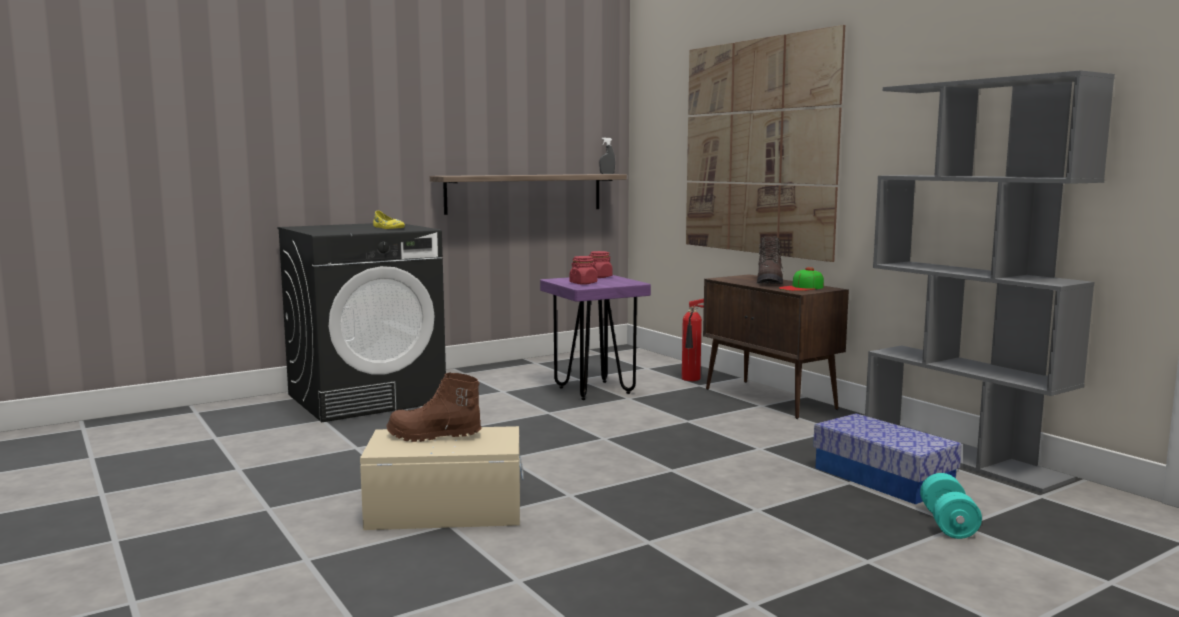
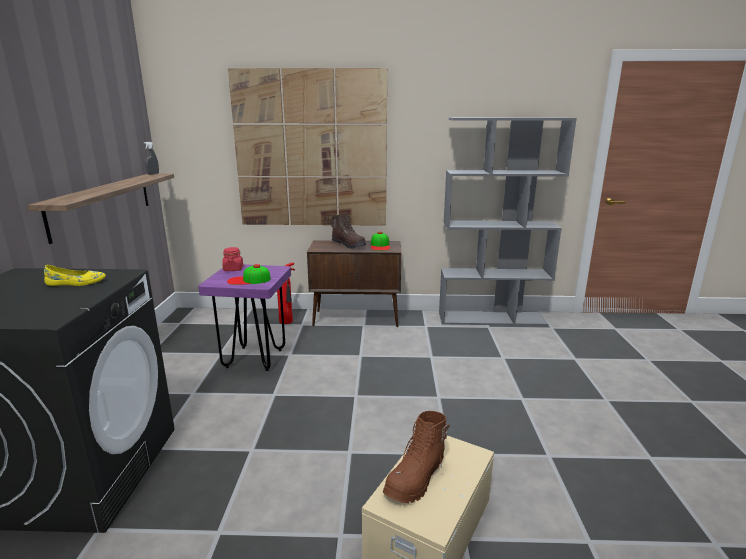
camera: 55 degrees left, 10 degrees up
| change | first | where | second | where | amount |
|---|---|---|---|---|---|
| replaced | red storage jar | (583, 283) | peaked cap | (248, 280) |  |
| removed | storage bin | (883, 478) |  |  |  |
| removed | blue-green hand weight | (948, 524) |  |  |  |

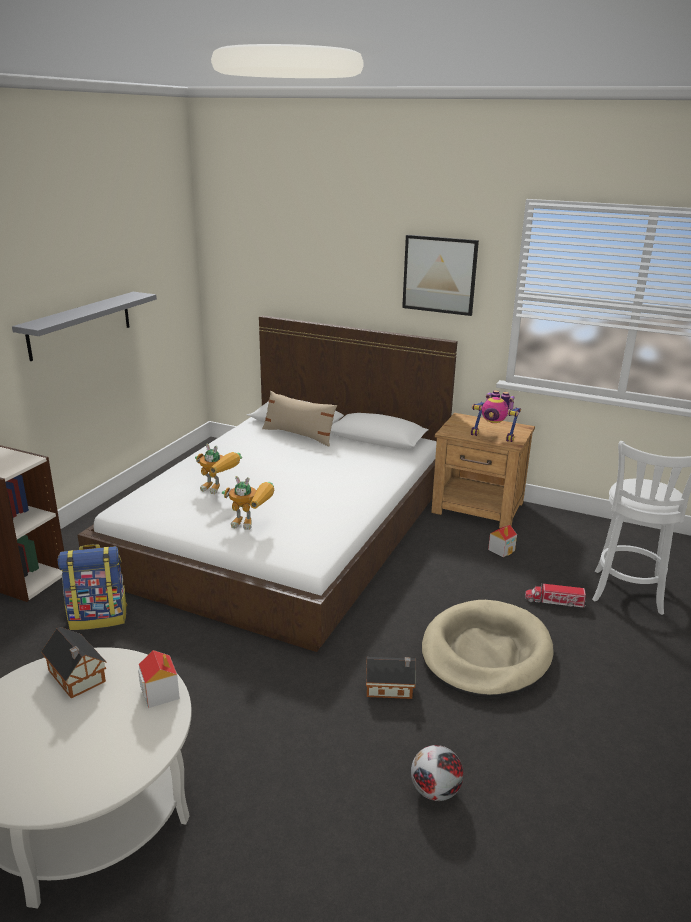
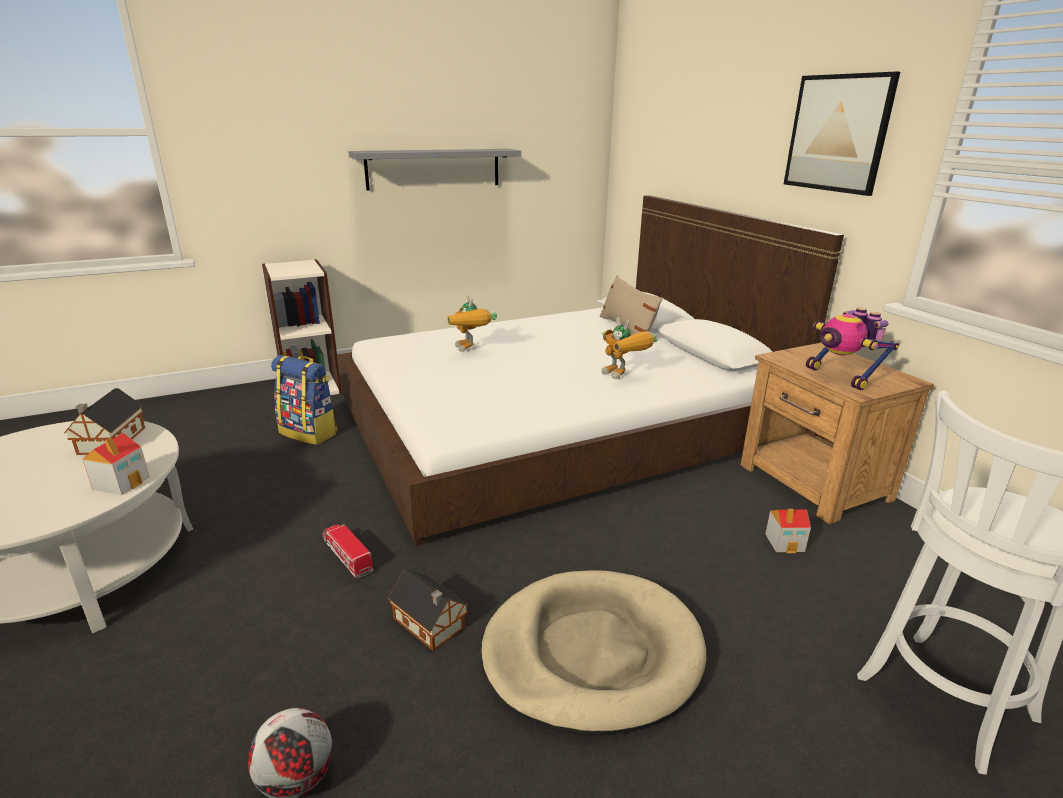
camera: 40 degrees right, 0 degrees up
| change | first | where | second | where | amount |
|---|---|---|---|---|---|
| moved | toy lorry | (554, 601) |  | (347, 555) |  |
| moved | toy robot | (252, 524) |  | (624, 376) |  |

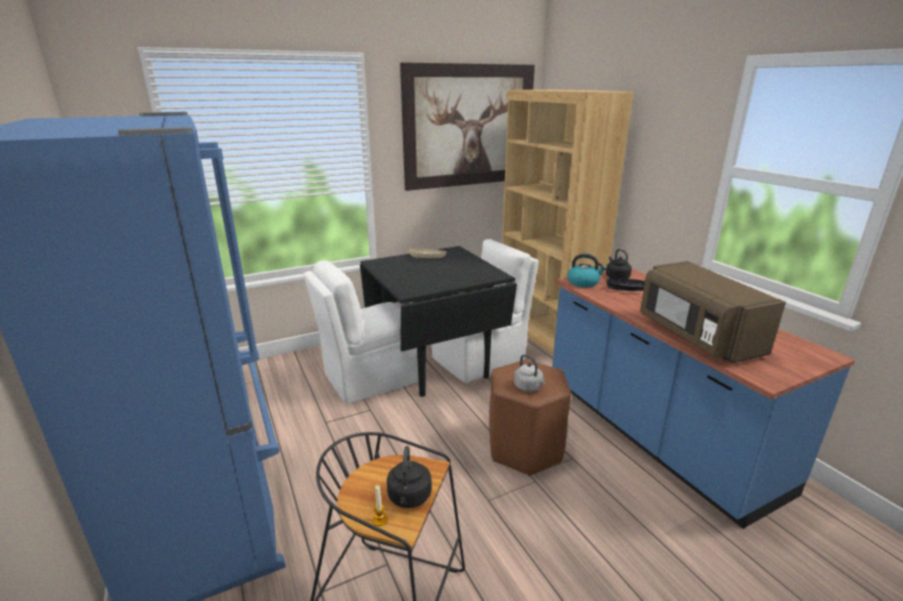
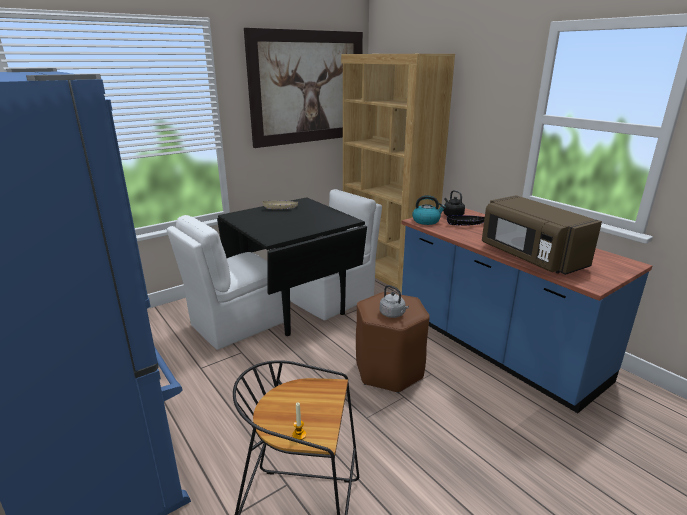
camera: 10 degrees left, 0 degrees up
| change | first | where | second | where | amount |
|---|---|---|---|---|---|
| removed | blackish kettle | (409, 498) |  |  |  |

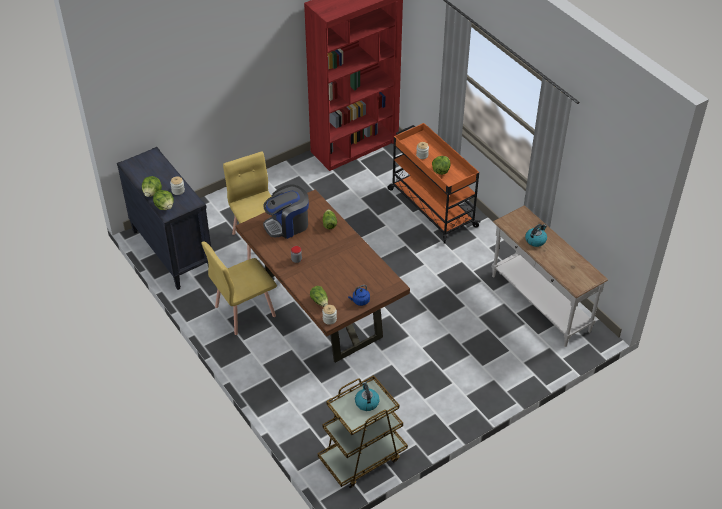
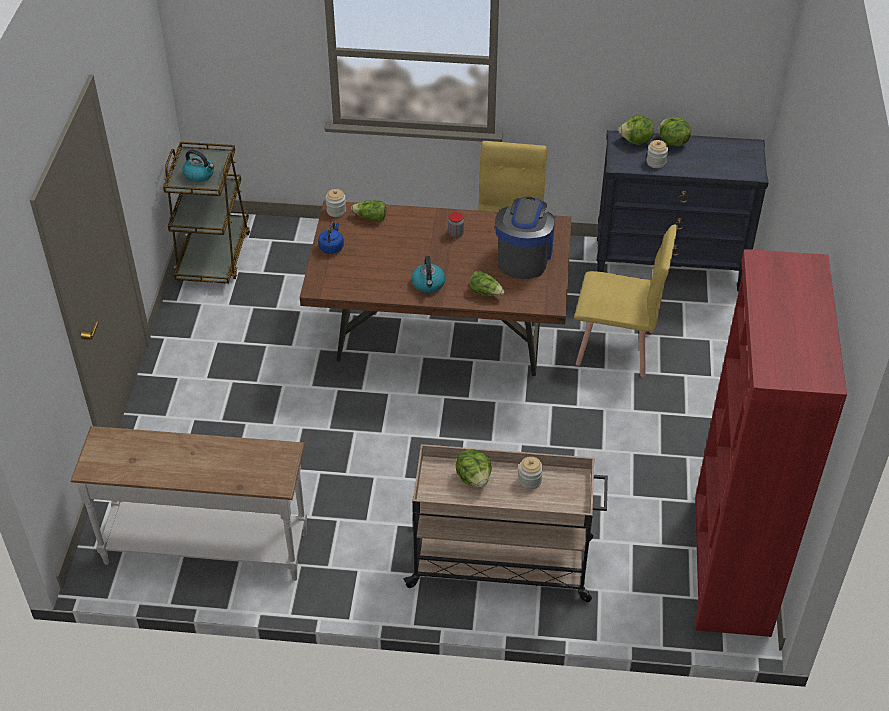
camera: 130 degrees right, 0 degrees up
| change | first | where | second | where | amount |
|---|---|---|---|---|---|
| recoloured | orange-coloured cart | (431, 207) | sand-coloured cart | (503, 563) |  |
| moved | kettle | (535, 240) |  | (428, 284) |  |

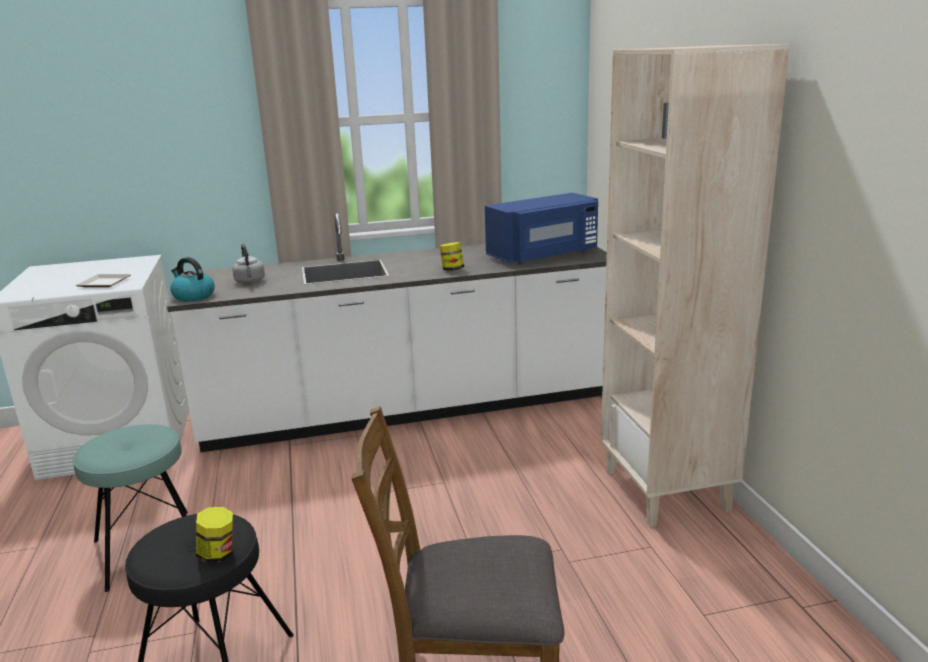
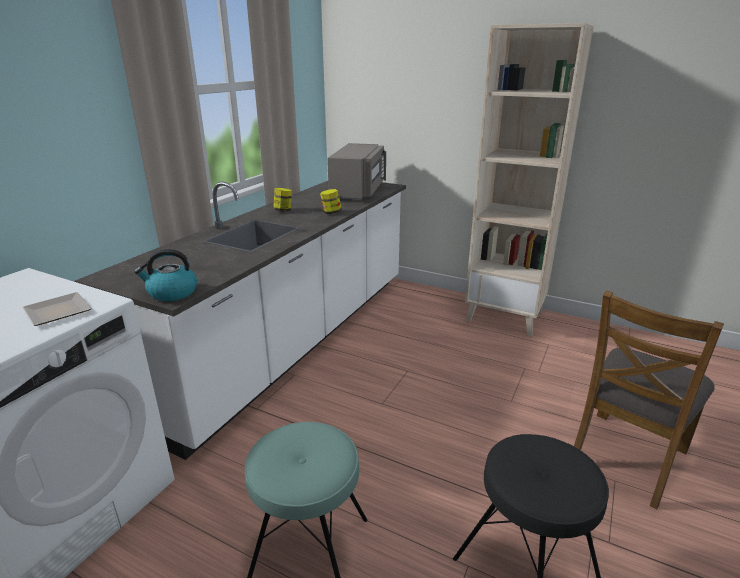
camera: 50 degrees left, 5 degrees up
| change | first | where | second | where | amount |
|---|---|---|---|---|---|
| moved | storage jar | (218, 554) |  | (283, 210) |  |
| recoloured | blue microwave oven | (544, 255) | gray microwave oven | (358, 191) |  |
| removed | gray kettle | (250, 282) |  |  |  |

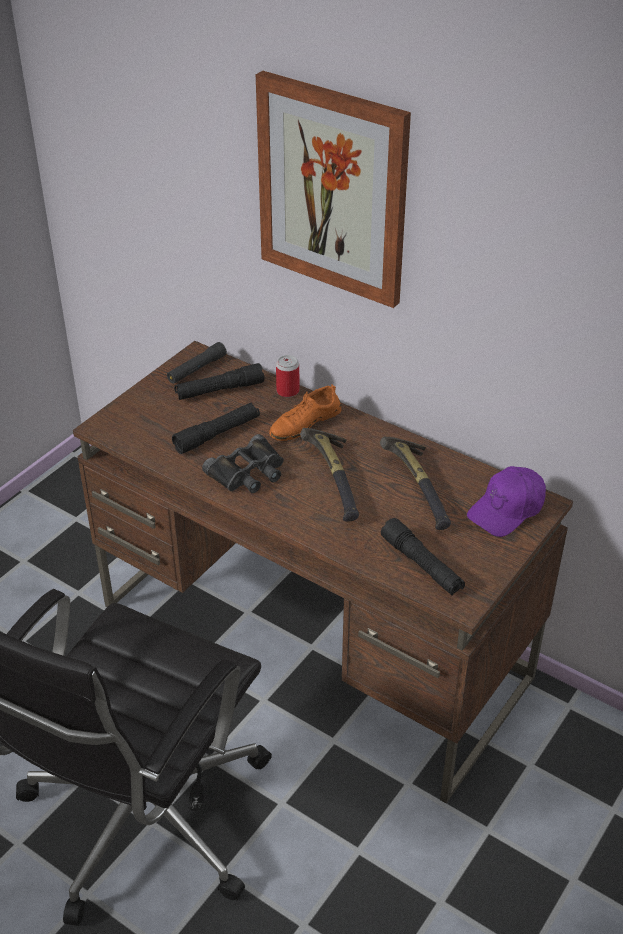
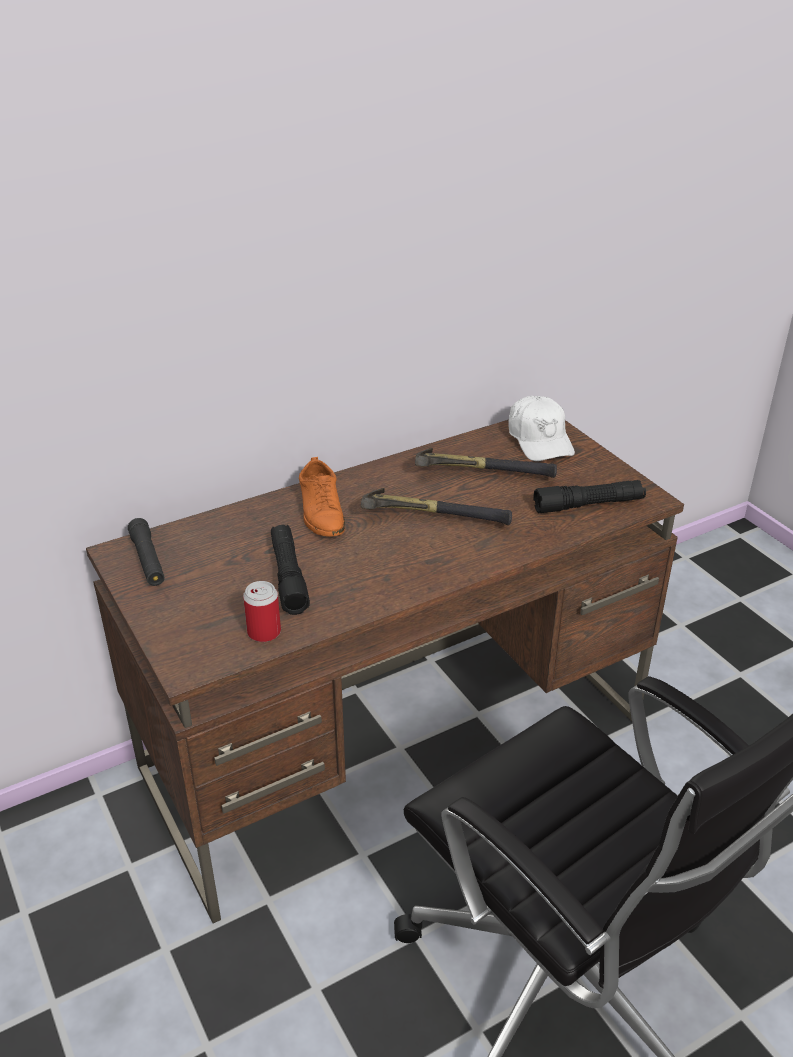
camera: 65 degrees left, 5 degrees down
| change | first | where | second | where | amount |
|---|---|---|---|---|---|
| moved | sealed can | (288, 391) |  | (264, 632) |  |
| recoloured | purple peaked cap | (507, 510) | white-coloured peaked cap | (540, 440) |  |
| removed | blackish torch | (219, 390) |  |  |  |
| removed | blackish field glasses | (248, 472) |  |  |  |
| removed | wall picture | (333, 189) |  |  |  |

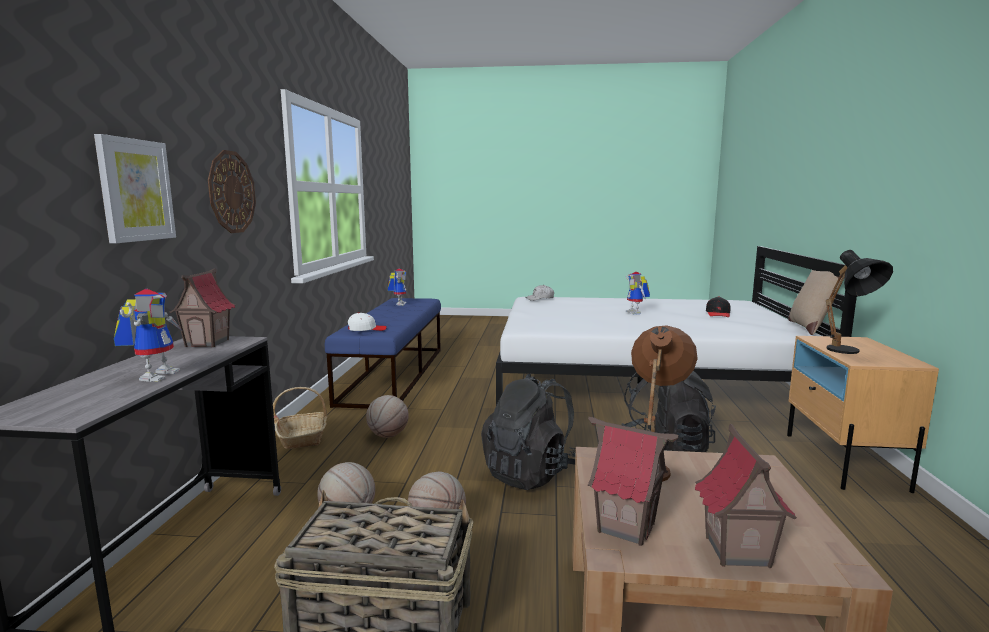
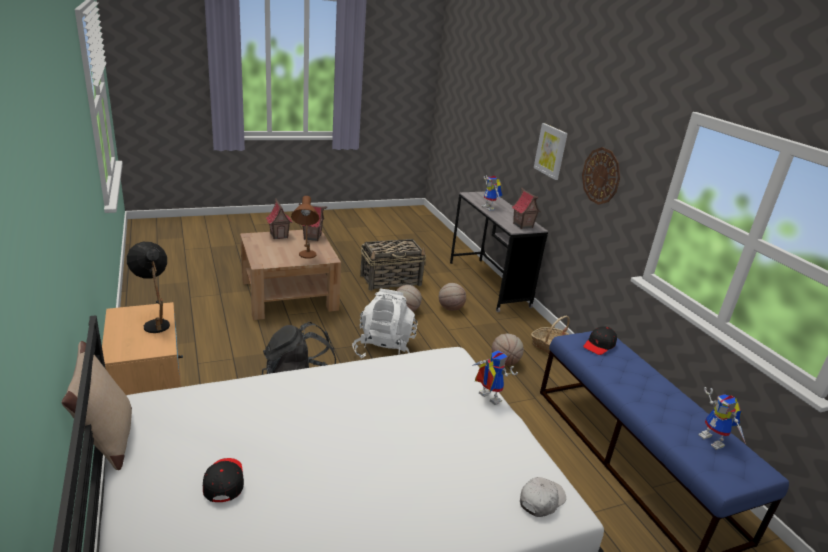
camera: 150 degrees right, 15 degrees up
| change | first | where | second | where | amount |
|---|---|---|---|---|---|
| recoloured | blackish knapsack | (531, 473) | white-coloured knapsack | (383, 350) |  |
| moved | toy robot | (636, 313) |  | (486, 398) |  |
| recoloured | white-coloured peaked cap | (367, 329) | blackish peaked cap | (599, 345) |  |

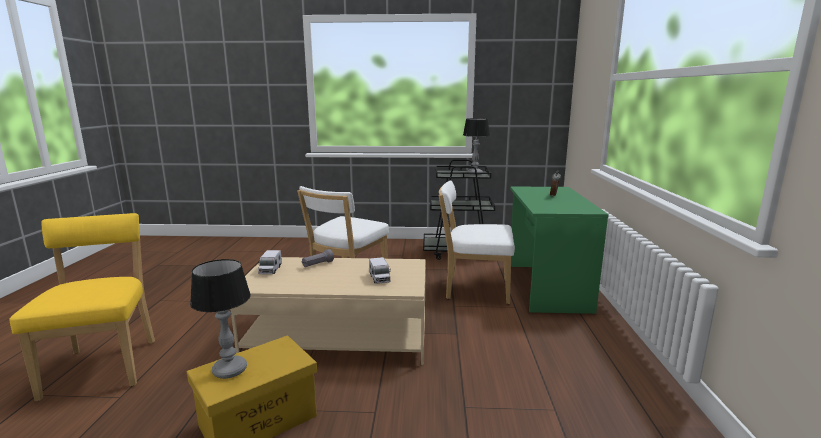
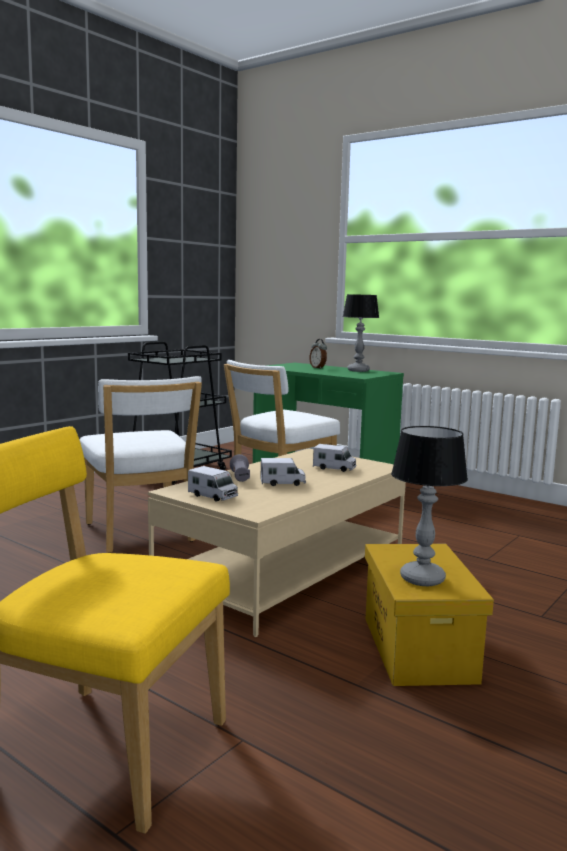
camera: 55 degrees left, 5 degrees down
| change | first | where | second | where | amount |
|---|---|---|---|---|---|
| added |  |  | toy lorry | (282, 483) |  |
| moved | table lamp | (474, 174) |  | (357, 370) |  |

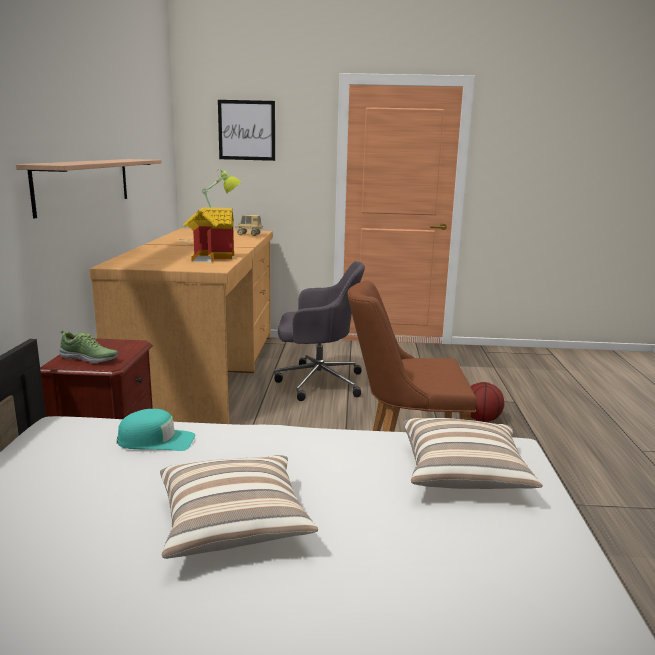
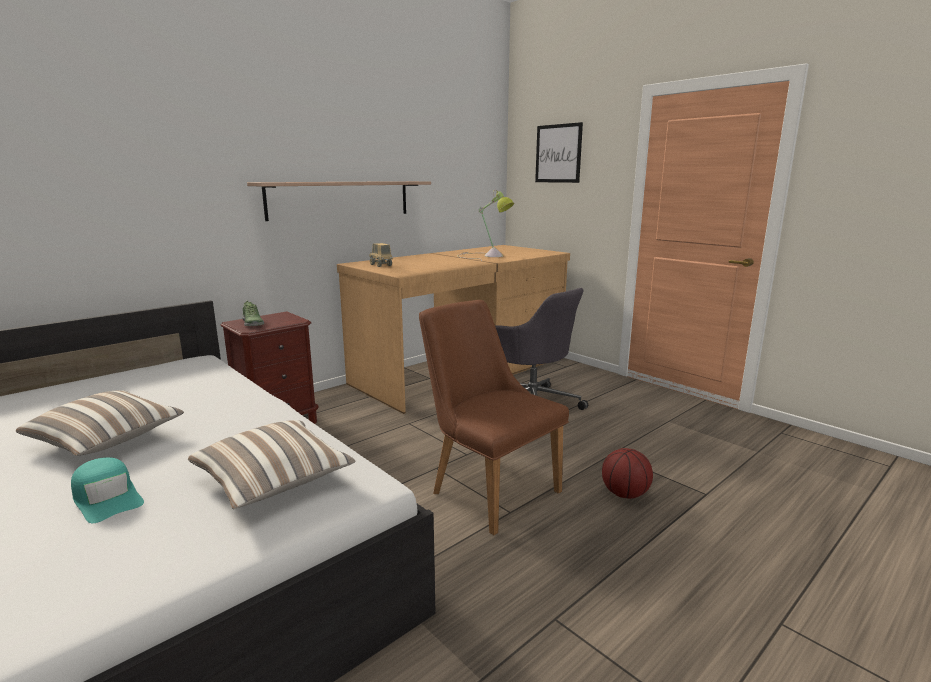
camera: 45 degrees right, 0 degrees up
| change | first | where | second | where | amount |
|---|---|---|---|---|---|
| moved | blue-green peaked cap | (156, 441) |  | (107, 498) |  |
| moved | toy lorry | (249, 235) |  | (381, 265) |  |
| removed | miniature house | (210, 258) |  |  |  |

